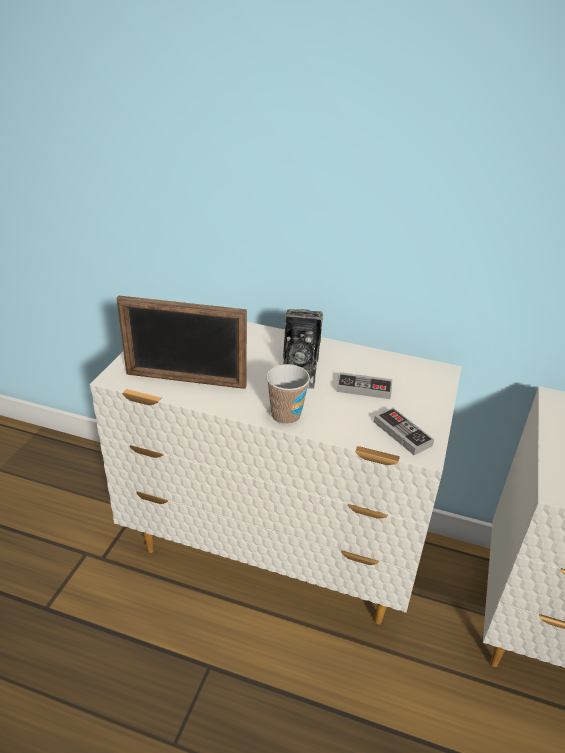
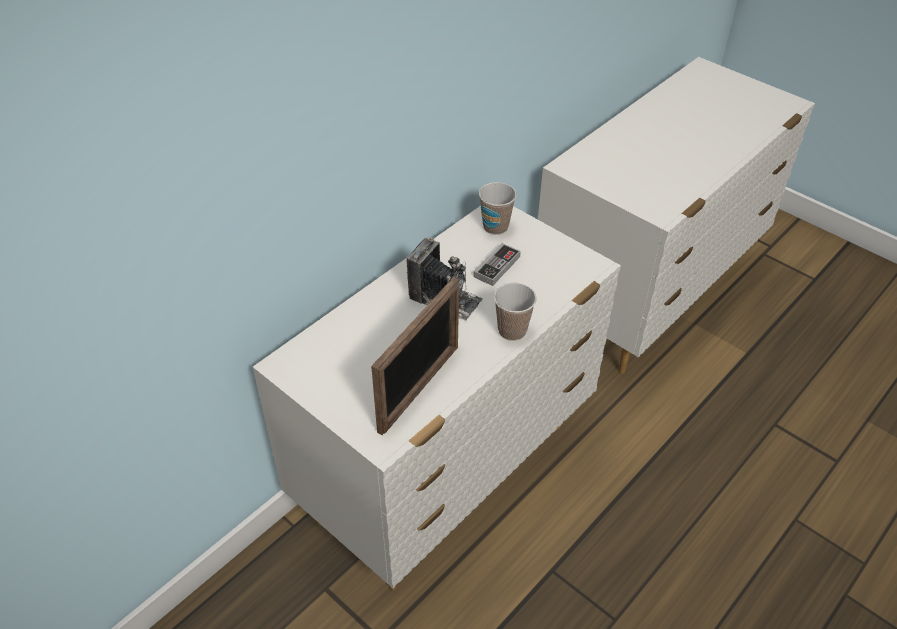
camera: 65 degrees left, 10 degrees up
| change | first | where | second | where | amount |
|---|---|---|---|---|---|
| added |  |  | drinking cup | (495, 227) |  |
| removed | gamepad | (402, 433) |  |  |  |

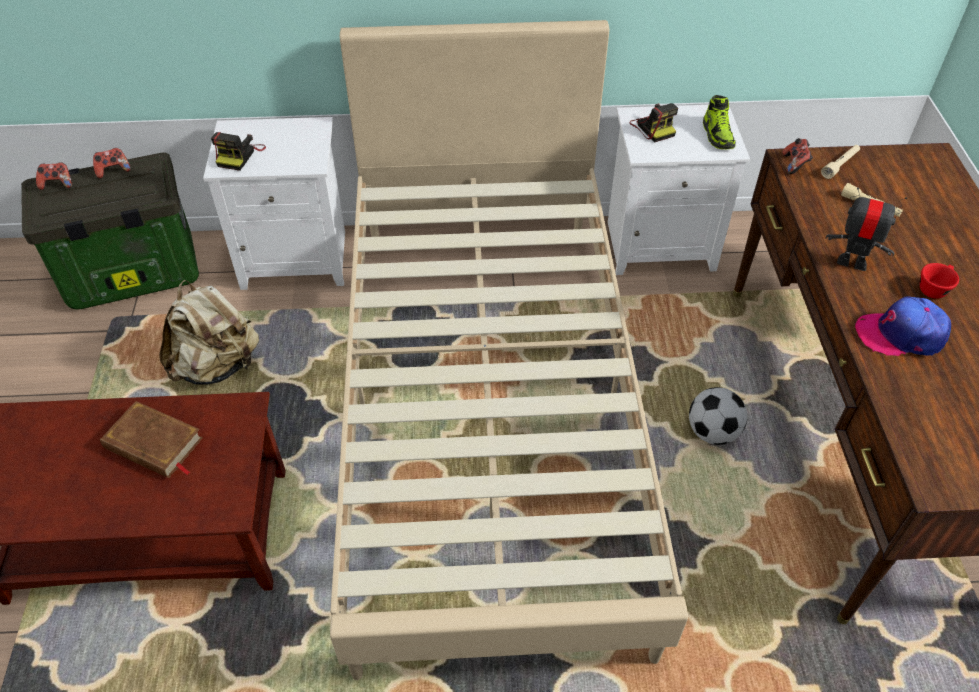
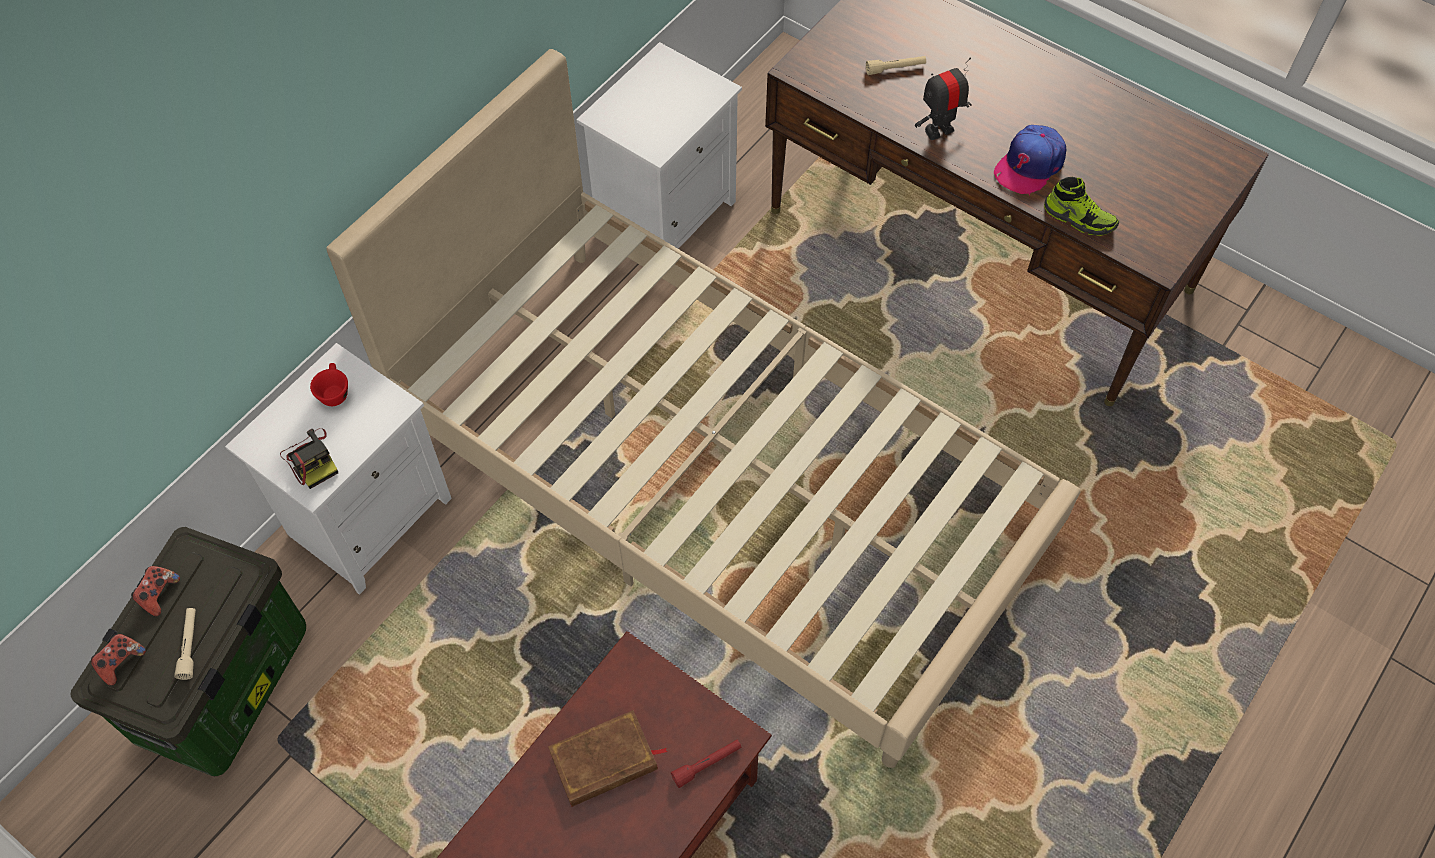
camera: 50 degrees left, 10 degrees up
| change | first | where | second | where | amount |
|---|---|---|---|---|---|
| moved | sand-coloured torch | (840, 165) |  | (190, 645) |  |
| moved | red drinking cup | (934, 288) |  | (334, 392) |  |
| added |  |  | red torch | (707, 764) |  |
| moved | shoe | (718, 135) |  | (1079, 218) |  |
| removed | sand-coloured knapsack | (217, 366) |  |  |  |
| removed | still camera | (653, 127) |  |  |  |
| removed | football | (713, 432) |  |  |  |
| removed | gamepad | (794, 164) |  |  |  |

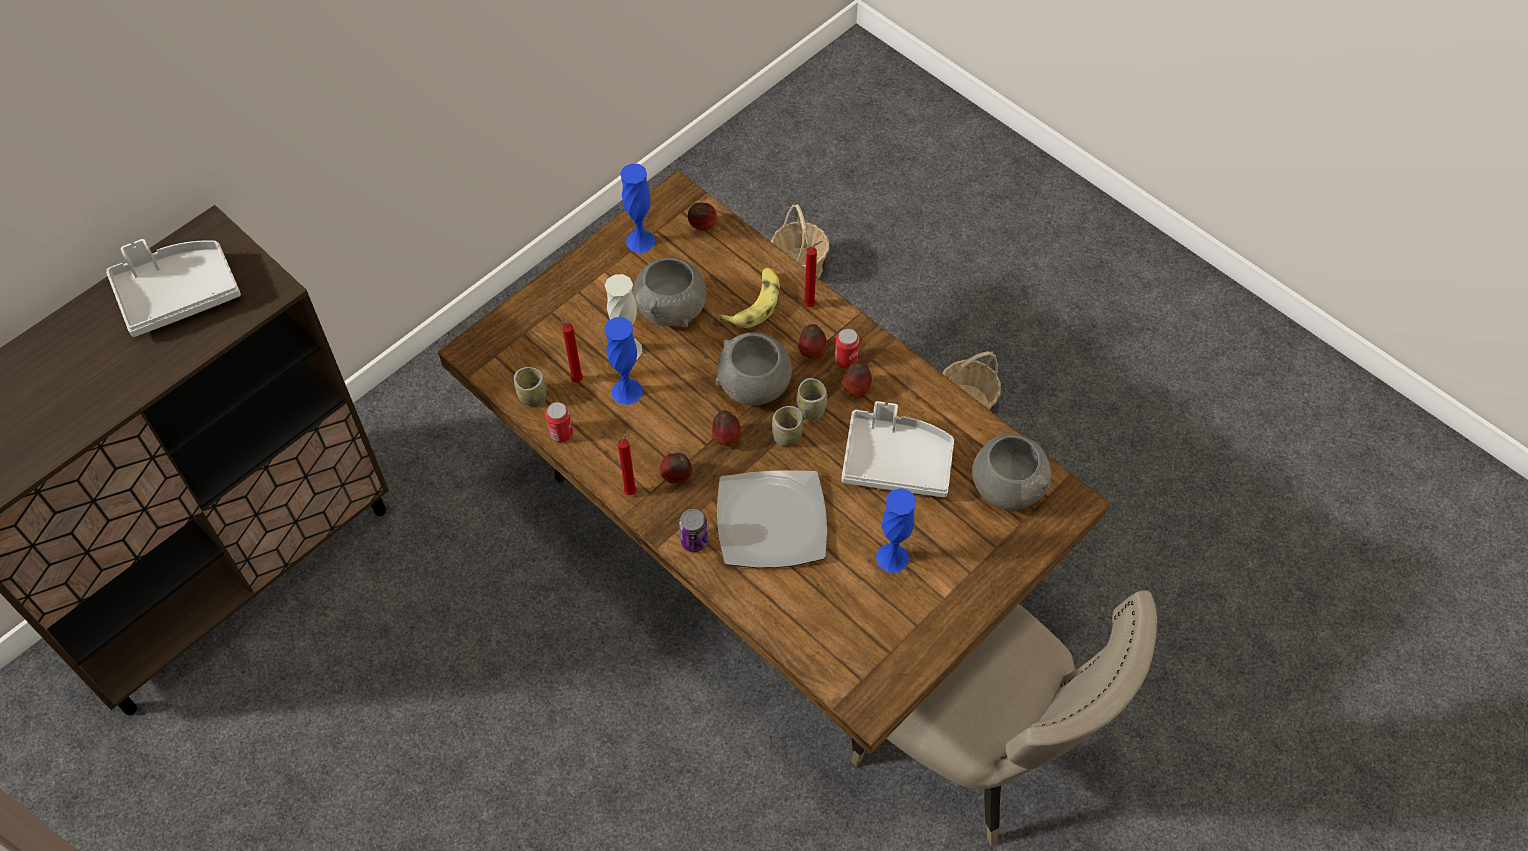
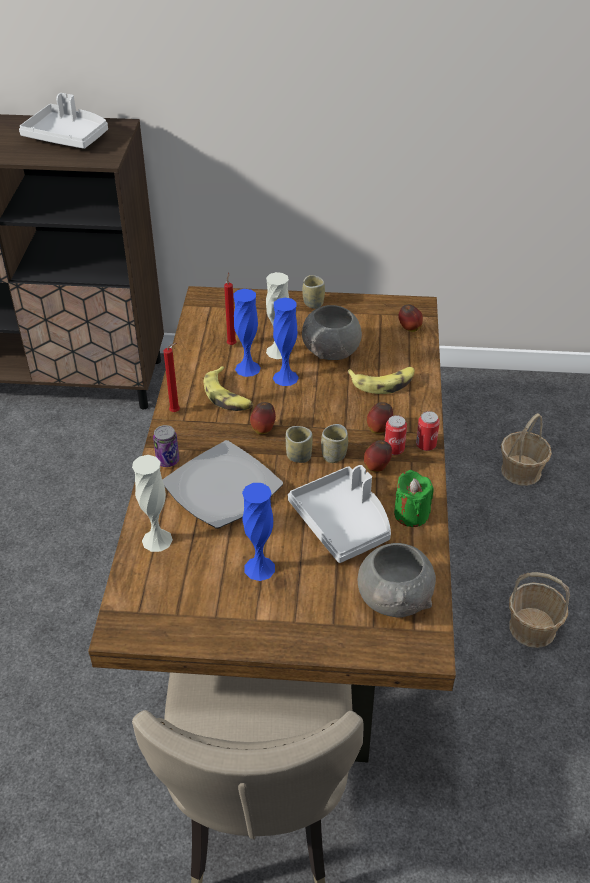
camera: 50 degrees right, 15 degrees down
| change | first | where | second | where | amount |
|---|---|---|---|---|---|
| added |  |  | white-coloured flower vase | (157, 540) |  |
| added |  |  | banana fruit | (228, 396) |  |
| moved | blue flower vase | (640, 241) |  | (285, 377) |  |
| moved | drinking cup | (533, 397) |  | (313, 303) |  |
| added |  |  | greenish wax candle | (411, 514) |  |
| moved | sealed can | (561, 433) |  | (426, 445) |  |
| removed | apple fruit | (677, 477) |  |  |  |
| removed | gray serving bowl | (755, 386) |  |  |  |
| removed | red wax candle | (811, 305) |  |  |  |

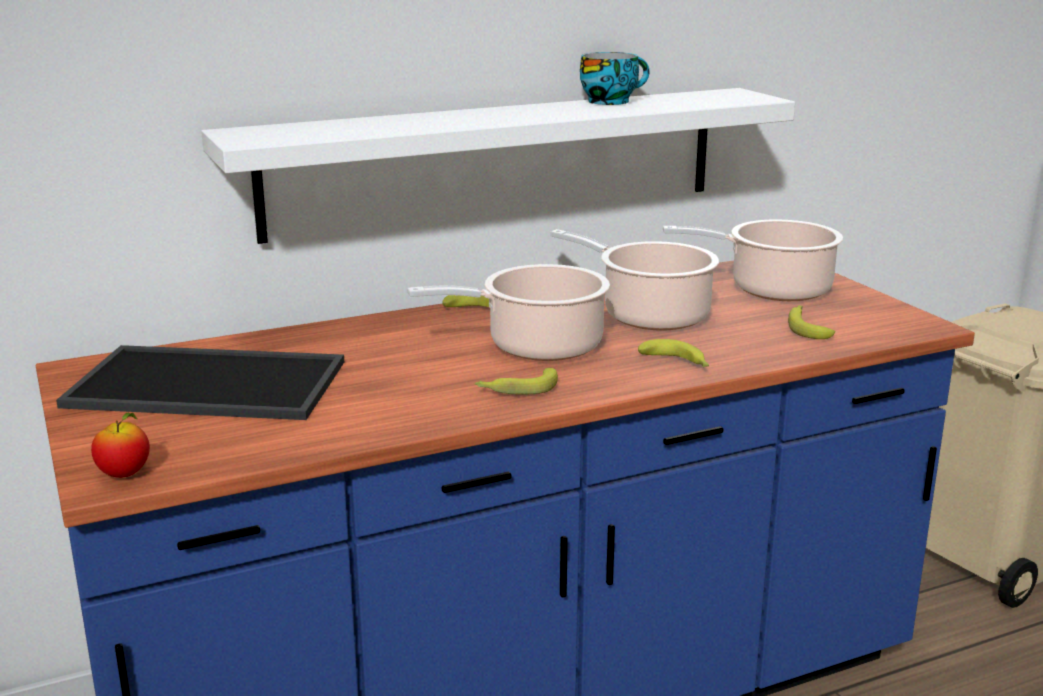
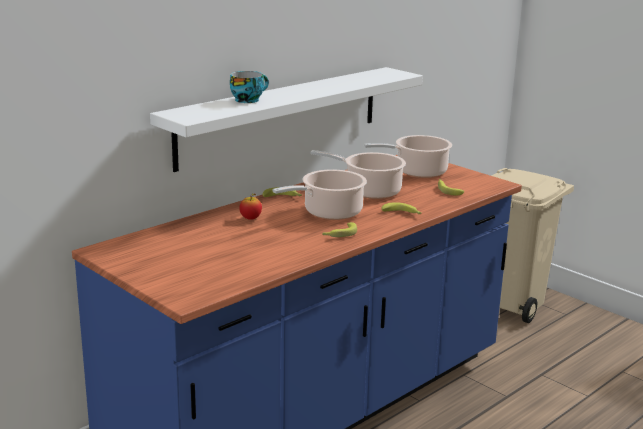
camera: 20 degrees left, 0 degrees up
| change | first | where | second | where | amount |
|---|---|---|---|---|---|
| moved | drinking cup | (611, 101) |  | (248, 100) |  |
| moved | apple fruit | (124, 474) |  | (250, 218) |  |
| removed | carrying tray | (211, 382) |  |  |  |

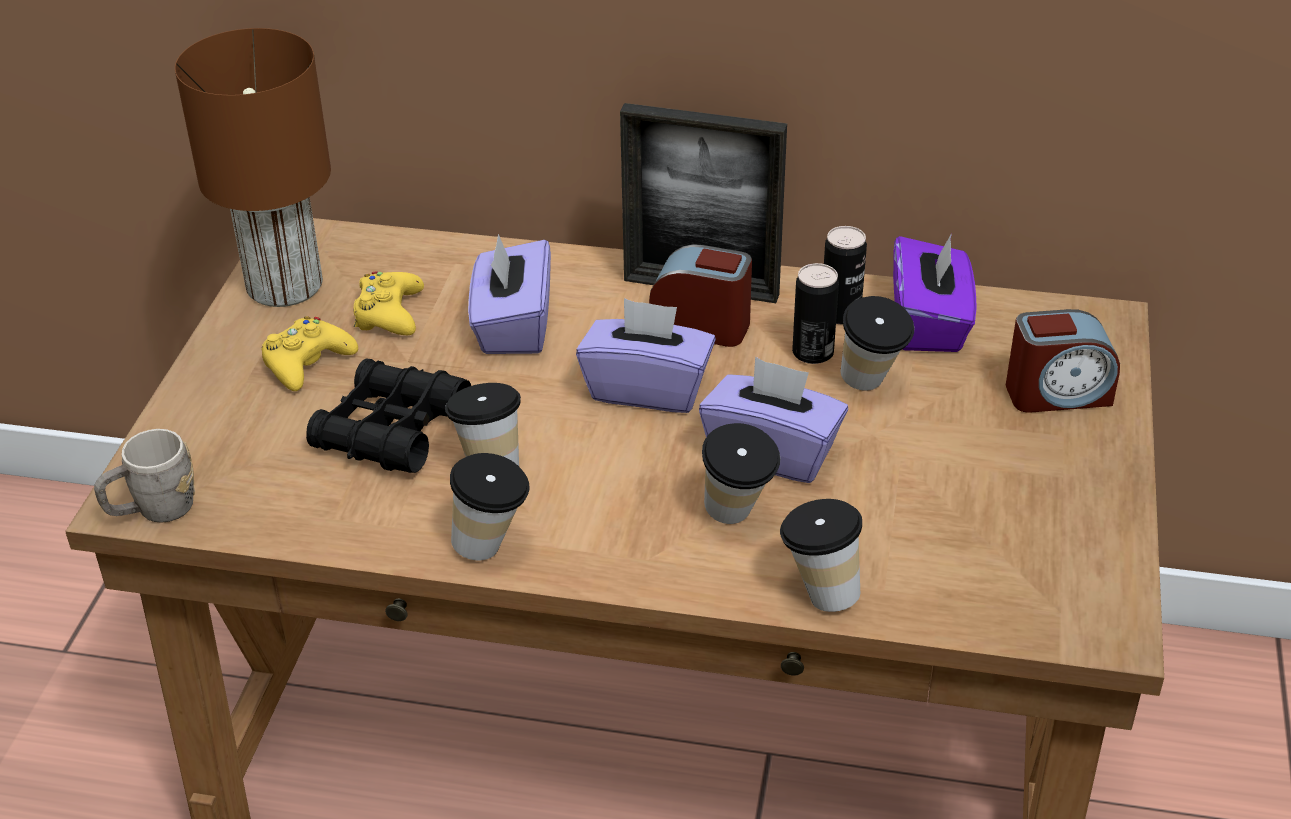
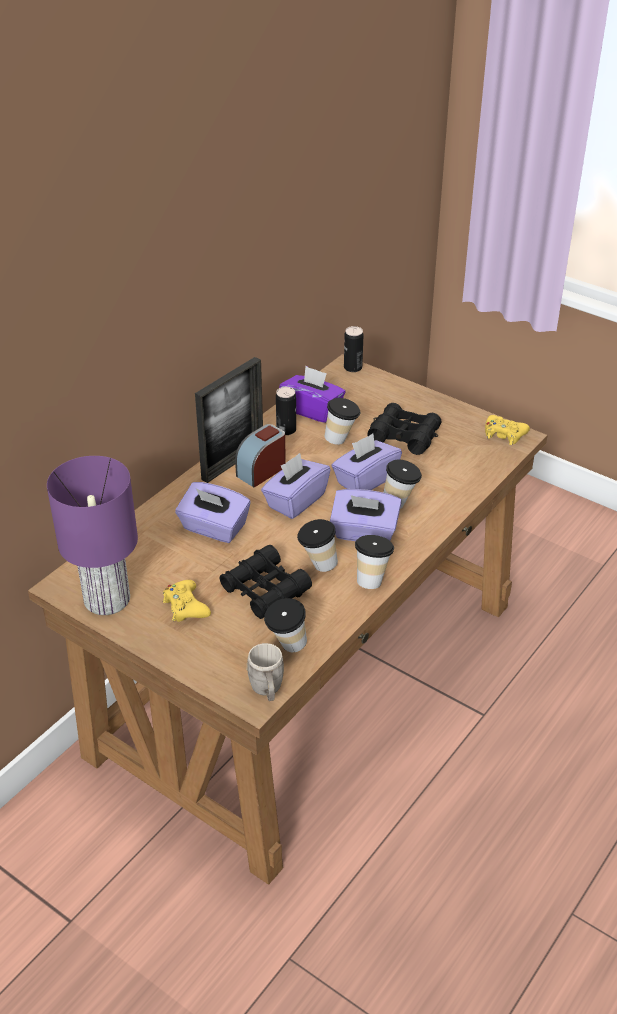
camera: 65 degrees left, 0 degrees up
| change | first | where | second | where | amount |
|---|---|---|---|---|---|
| recoloured | brown-coloured table lamp | (282, 286) | purple table lamp | (107, 600) |  |
| moved | drinking cup | (818, 592) |  | (286, 647) |  |
| added |  |  | purple box of tissues | (364, 533) |  |
| moved | sealed can | (813, 352) |  | (353, 367) |  |
| added |  |  | blackish field glasses | (404, 436) |  |
| moved | yellowish gamepad | (389, 314) |  | (504, 434) |  |
| removed | bedside clock | (1057, 393) |  |  |  |

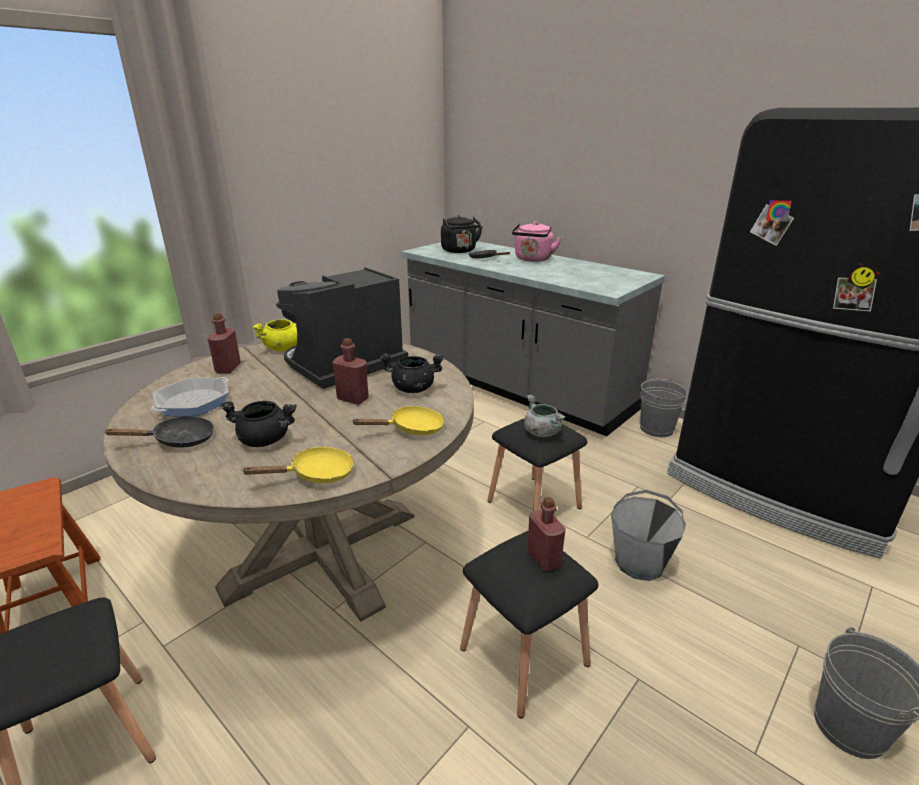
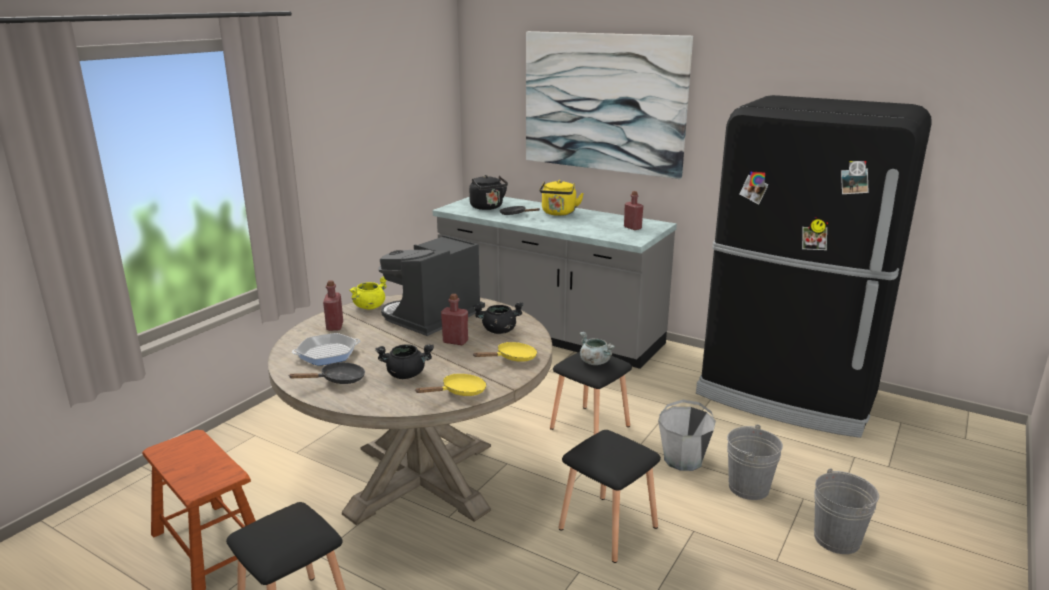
camera: 10 degrees left, 5 degrees down
| change | first | where | second | where | amount |
|---|---|---|---|---|---|
| turned | frying pan | (193, 402) |  | (327, 354) | 135 degrees counterclockwise |
| added |  |  | wall picture | (603, 103) |  |
| recoloured | pinkish kettle | (532, 259) | yellowish kettle | (558, 213) |  |
| moved | red beverage bottle | (543, 559) |  | (632, 228) |  |
| moved | gray pail | (656, 428) |  | (748, 487) |  |

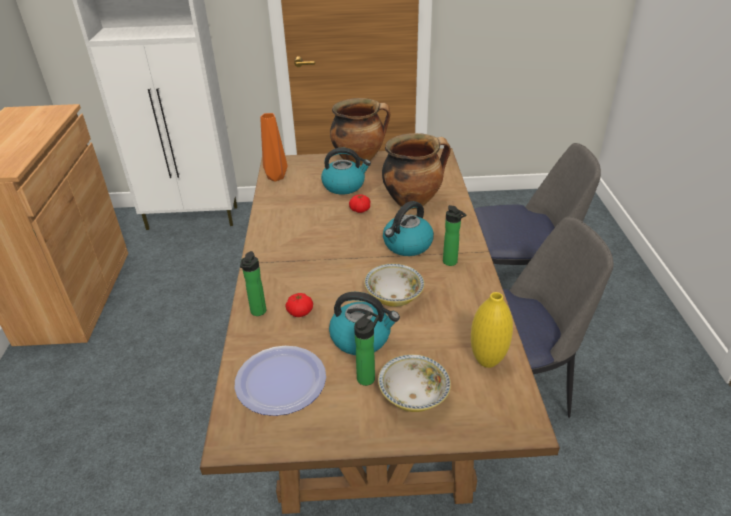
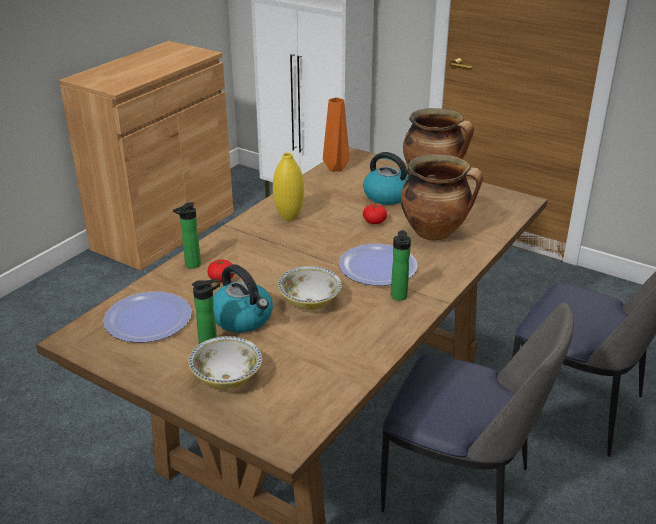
camera: 35 degrees right, 5 degrees down
| change | first | where | second | where | amount |
|---|---|---|---|---|---|
| moved | yellowish flower vase | (487, 361) |  | (289, 217) |  |
| replaced | kettle | (407, 245) | flat dish | (378, 267) |  |

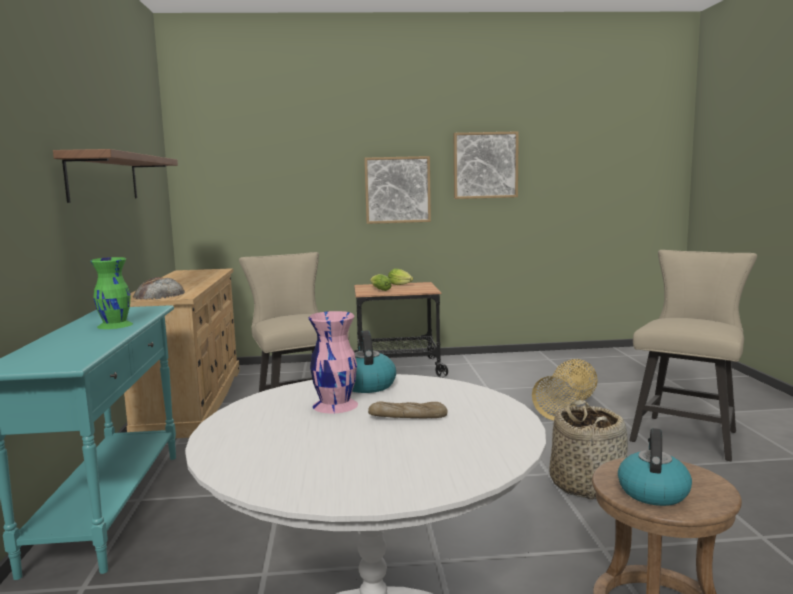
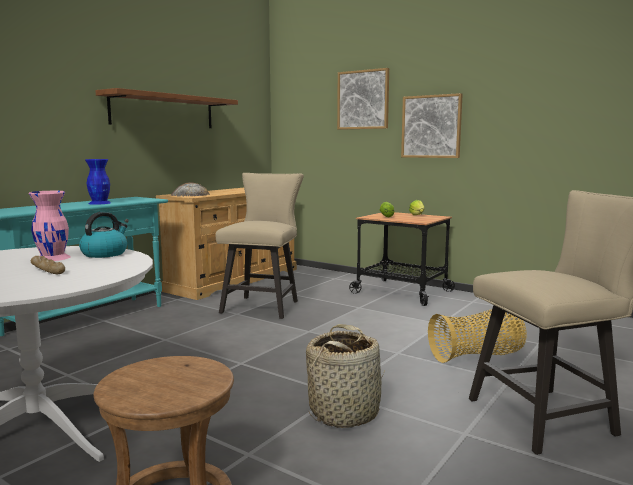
camera: 40 degrees right, 0 degrees up
| change | first | where | second | where | amount |
|---|---|---|---|---|---|
| recoloured | greenish flower vase | (116, 325) | blue flower vase | (100, 203) |  |
| moved | wall picture | (485, 165) |  | (363, 100) |  |
| removed | kettle | (652, 491) |  |  |  |

